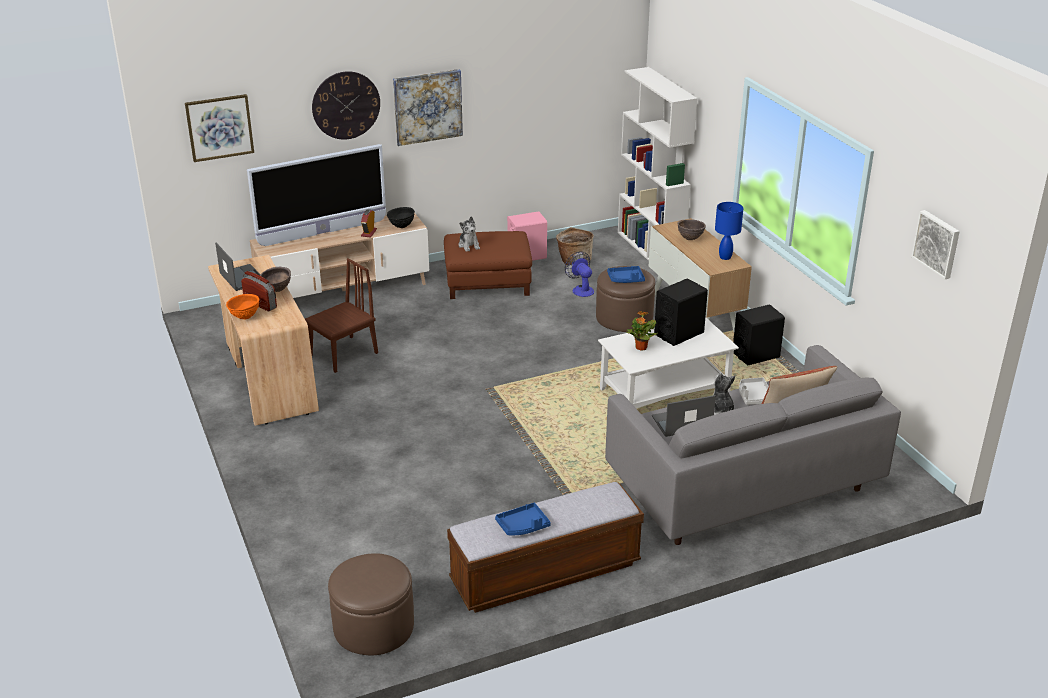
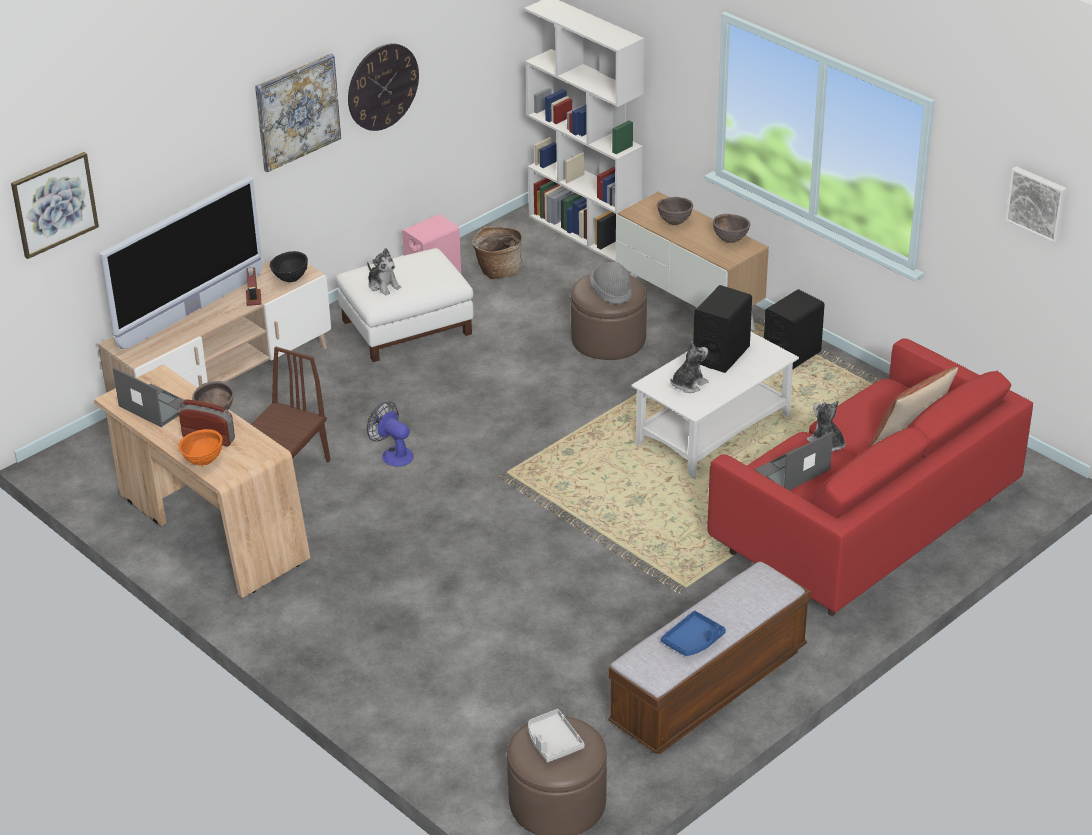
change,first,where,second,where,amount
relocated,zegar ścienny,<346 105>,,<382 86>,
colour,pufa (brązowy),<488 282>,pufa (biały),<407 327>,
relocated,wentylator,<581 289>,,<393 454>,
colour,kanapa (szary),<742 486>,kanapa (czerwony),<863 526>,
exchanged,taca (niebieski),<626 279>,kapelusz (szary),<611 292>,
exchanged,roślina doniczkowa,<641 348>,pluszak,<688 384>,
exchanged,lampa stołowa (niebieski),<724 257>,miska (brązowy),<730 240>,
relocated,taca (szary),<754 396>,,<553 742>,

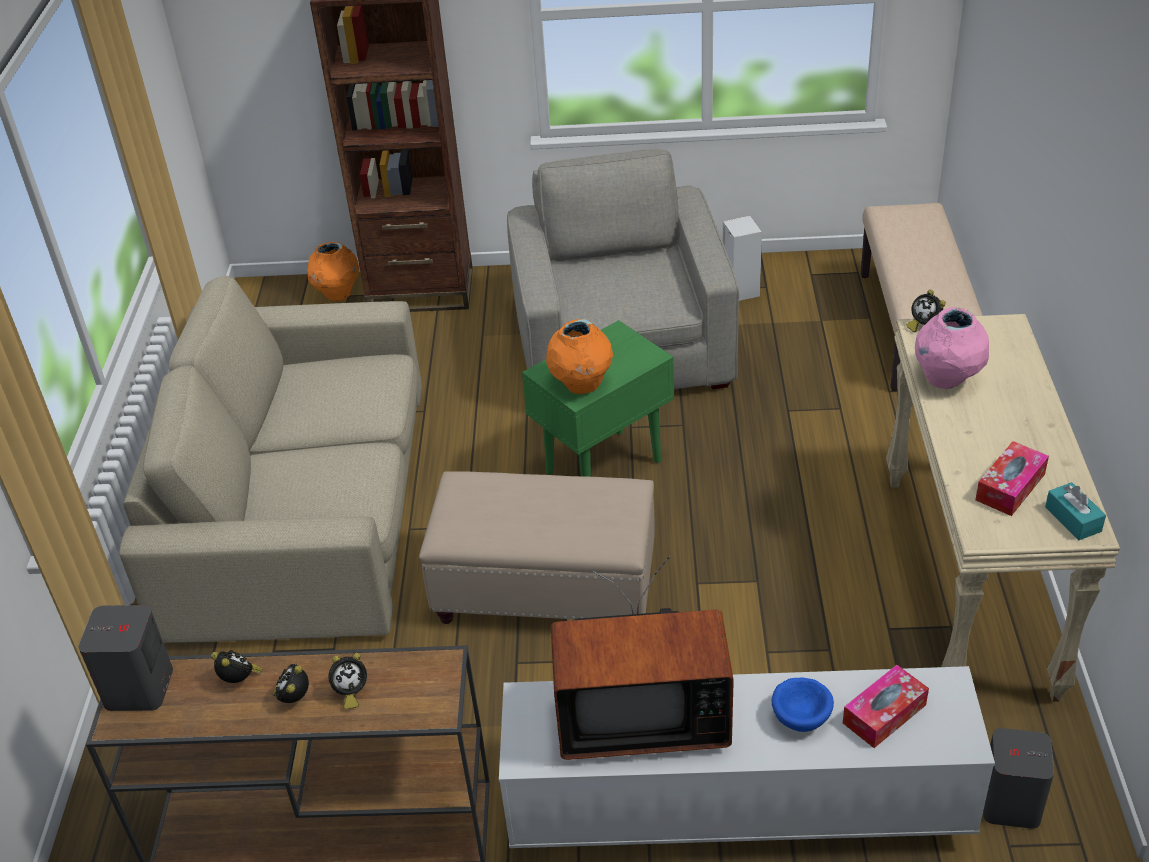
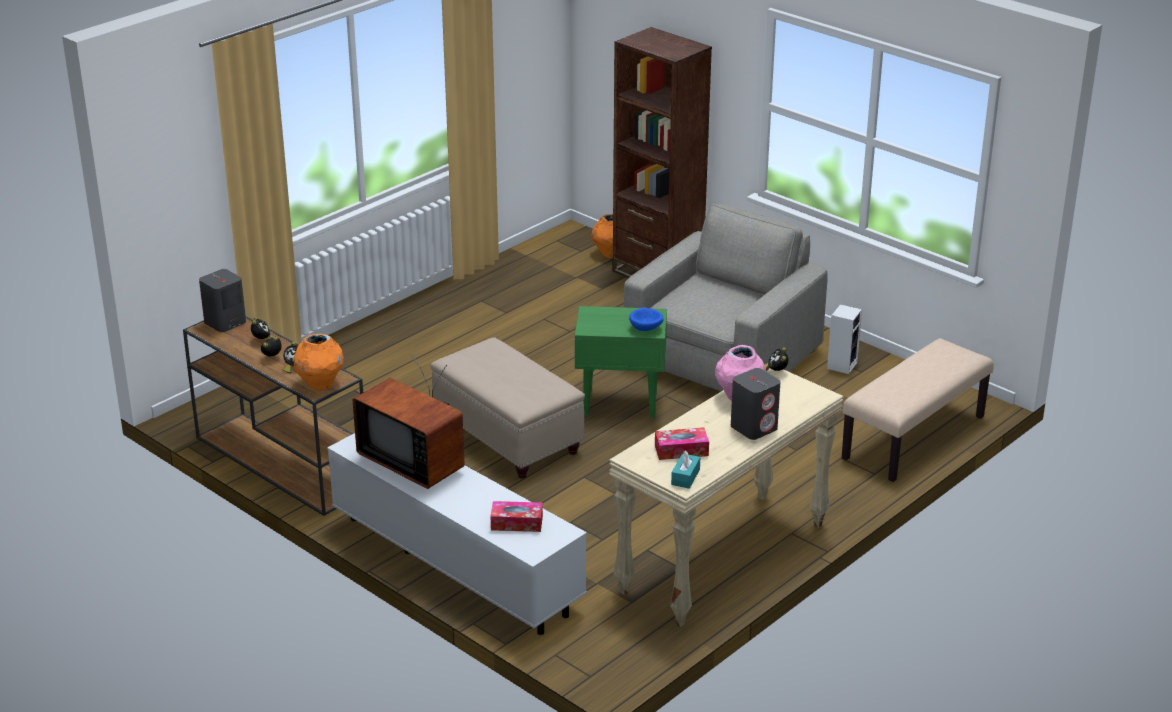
change,first,where,second,where,amount
missing,kanapa (beżowy),<304 509>,,,
relocated,wazon (pomarańczowy),<581 385>,,<320 384>,
relocated,miska (niebieski),<802 716>,,<646 329>,
relocated,głośnik (szary),<1010 803>,,<754 427>,

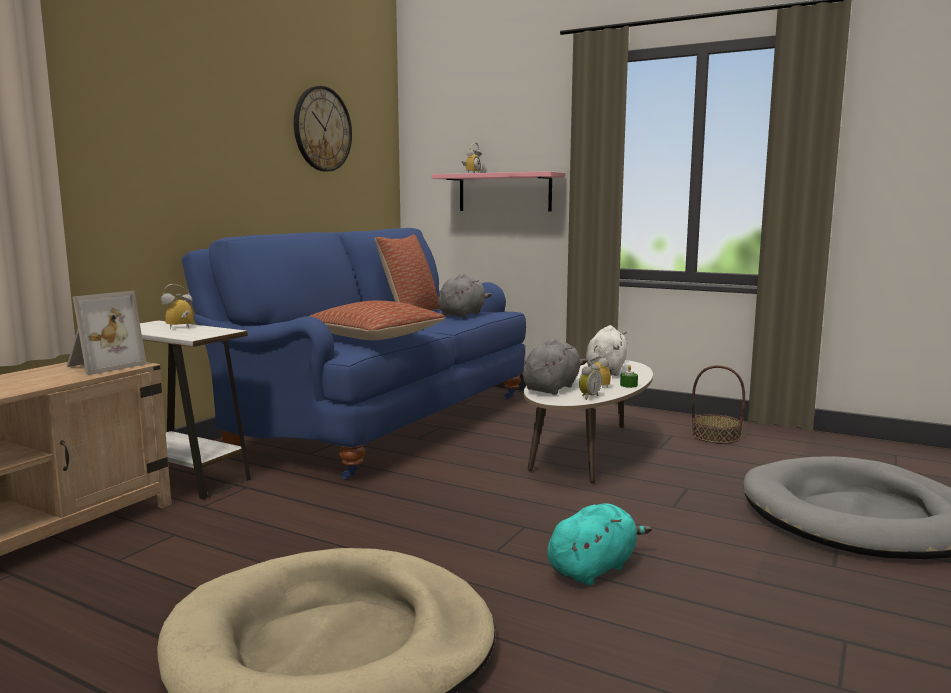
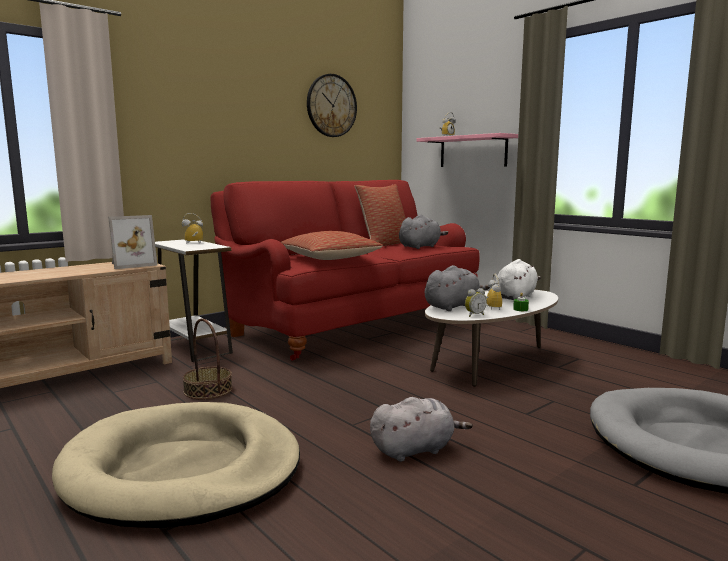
change,first,where,second,where,amount
colour,kanapa (niebieski),<378 421>,kanapa (czerwony),<351 324>,
colour,pluszak (turkusowy),<594 568>,pluszak (szary),<415 449>,
relocated,koszyk,<715 436>,,<208 390>,

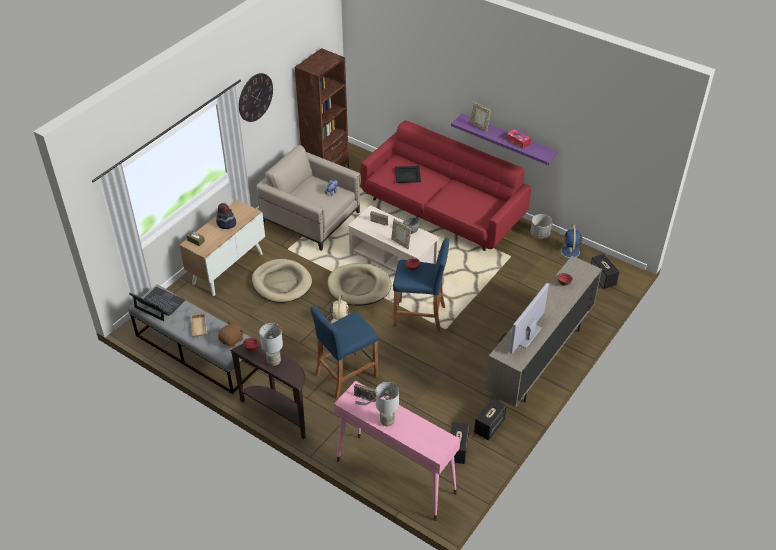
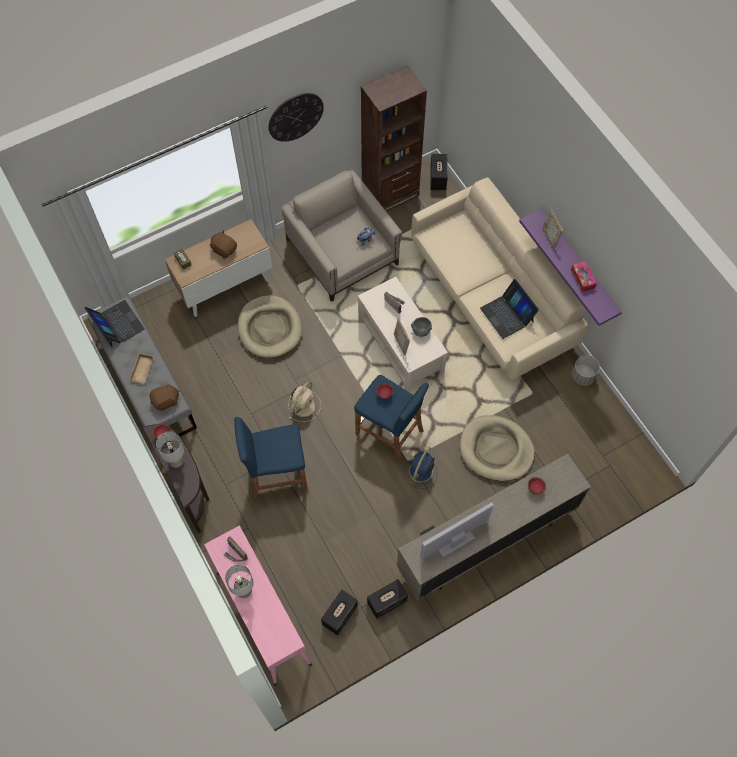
change,first,where,second,where,amount
exchanged,kapelusz,<226 224>,pluszak (brązowy),<224 249>,
relocated,legowisko (beżowy),<359 287>,,<496 450>,
colour,kanapa (czerwony),<442 210>,kanapa (beżowy),<490 298>,
missing,taca (czarny),<408 174>,,,
relocated,wentylator (niebieski),<570 252>,,<420 472>,
relocated,głośnik,<602 279>,,<438 179>,
appeared,,,laptop,<507 314>,

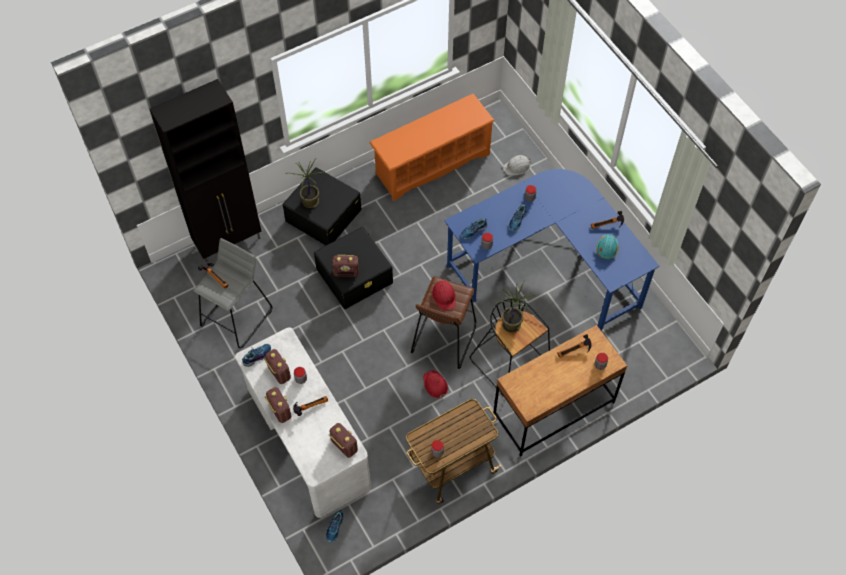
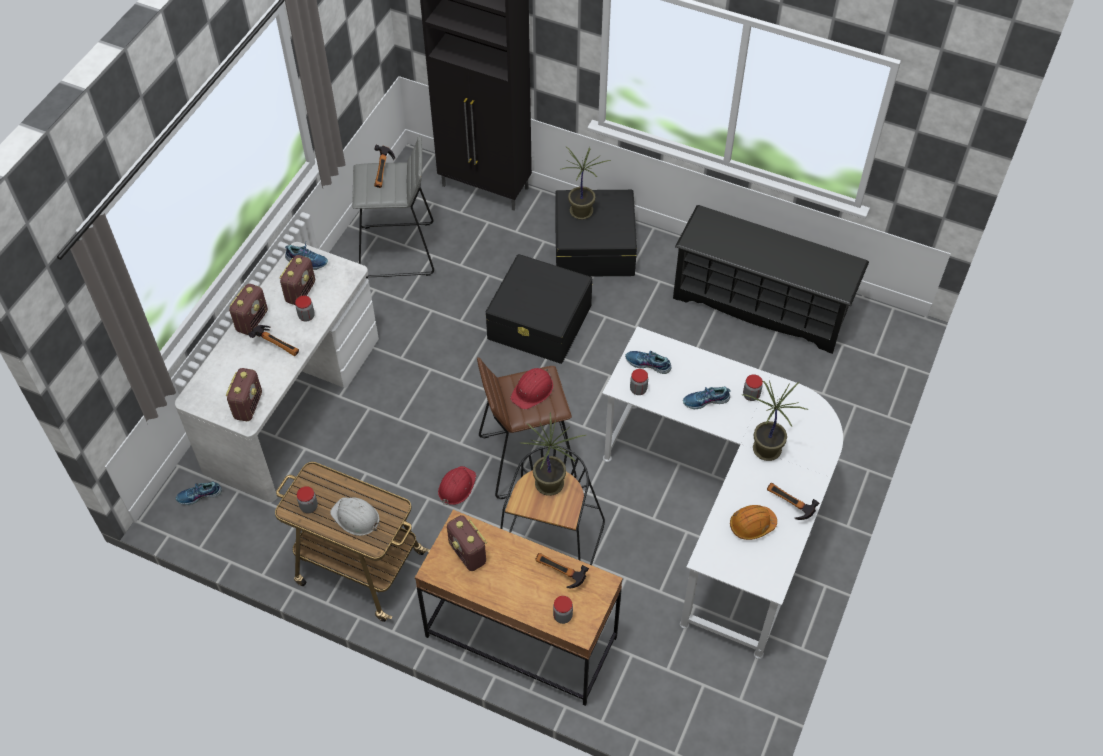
change,first,where,second,where,amount
relocated,radio,<346 272>,,<468 553>,
colour,regał na buty (pomarańczowy),<432 164>,regał na buty (czarny),<761 305>,
colour,biurko (niebieski),<547 267>,biurko (biały),<724 511>,
relocated,kask (biały),<517 167>,,<356 517>,
colour,kask (turkusowy),<607 249>,kask (pomarańczowy),<752 525>,
appeared,,,roślina doniczkowa,<765 449>,

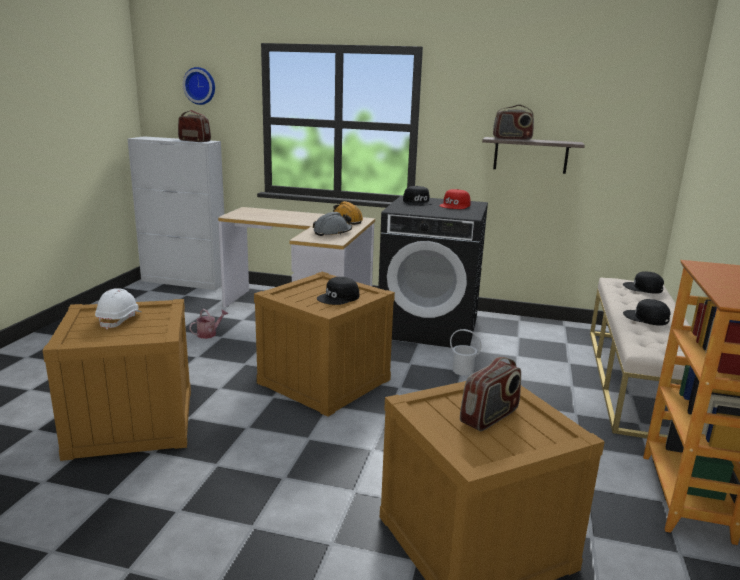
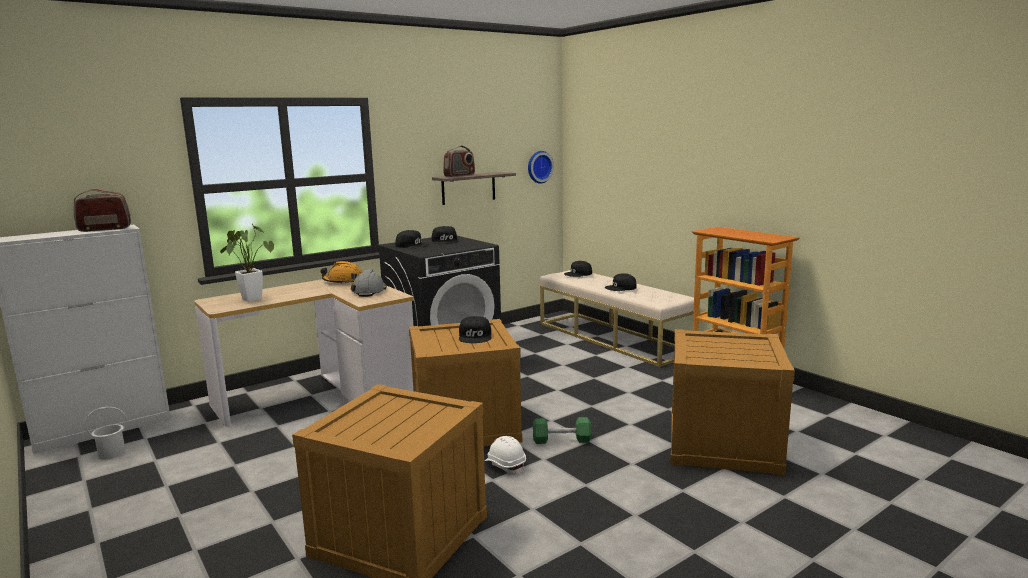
change,first,where,second,where,amount
relocated,kask (biały),<120 320>,,<505 465>,
relocated,zegar ścienny,<200 86>,,<538 167>,
missing,konewka,<209 334>,,,
colour,czapka z daszkiem (czerwony),<455 205>,czapka z daszkiem (czarny),<446 241>,
relocated,wiadro (biały),<463 370>,,<111 453>,
missing,radio,<490 417>,,,
appeared,,,roślina doniczkowa,<250 298>,
appeared,,,hantel (zielony),<561 440>,

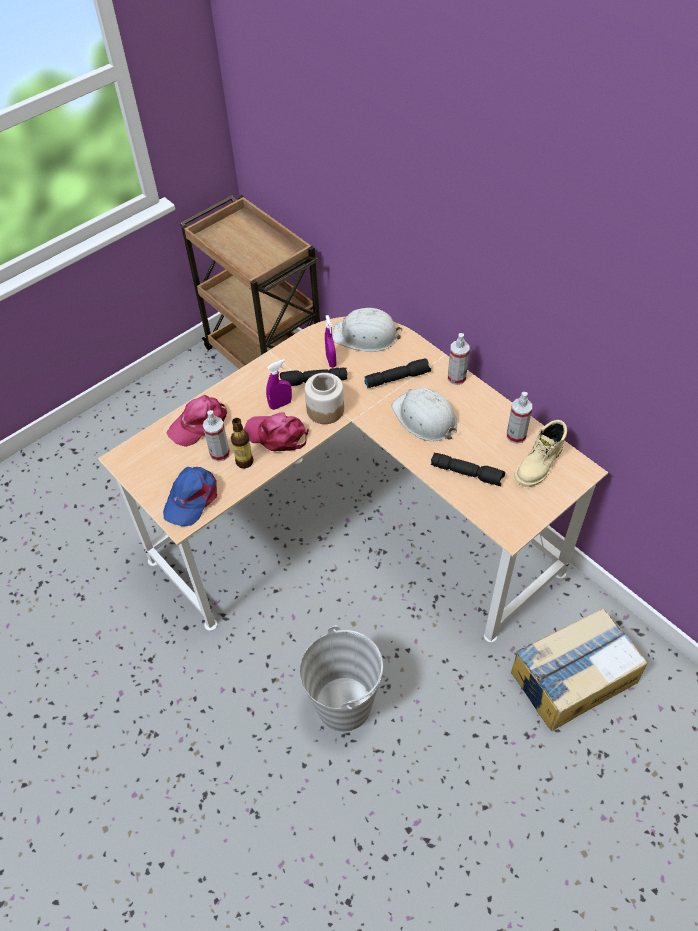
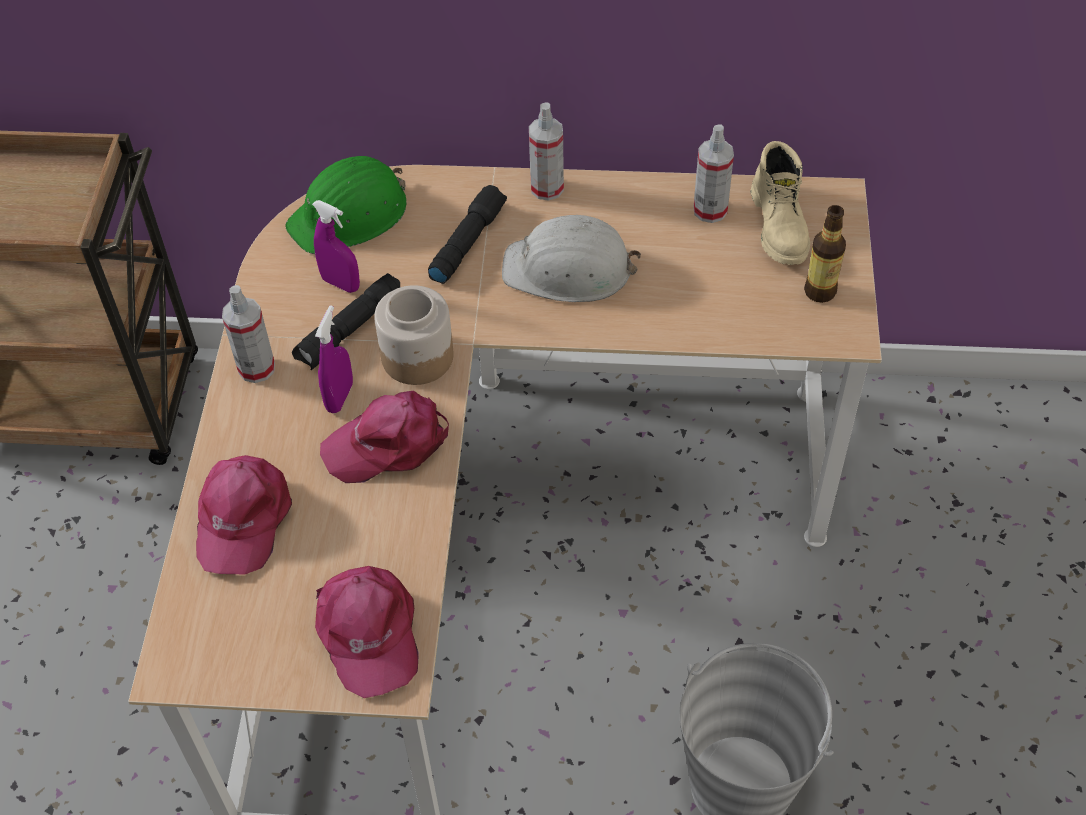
change,first,where,second,where,amount
colour,czapka z daszkiem (niebieski),<192 498>,czapka z daszkiem (różowy),<368 633>,
relocated,spryskiwacz,<220 453>,,<256 368>,
relocated,butelka,<244 462>,,<820 291>,
colour,kask (biały),<366 336>,kask (zielony),<350 215>,
missing,latarka (czarny),<467 473>,,,
missing,karton,<572 677>,,,

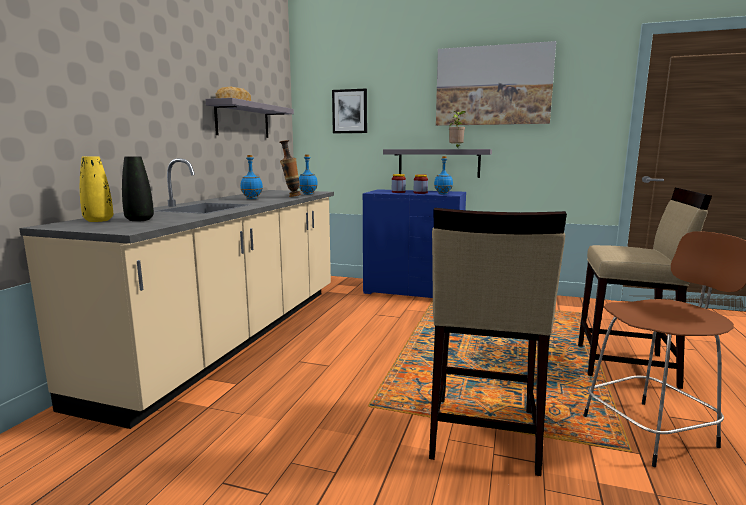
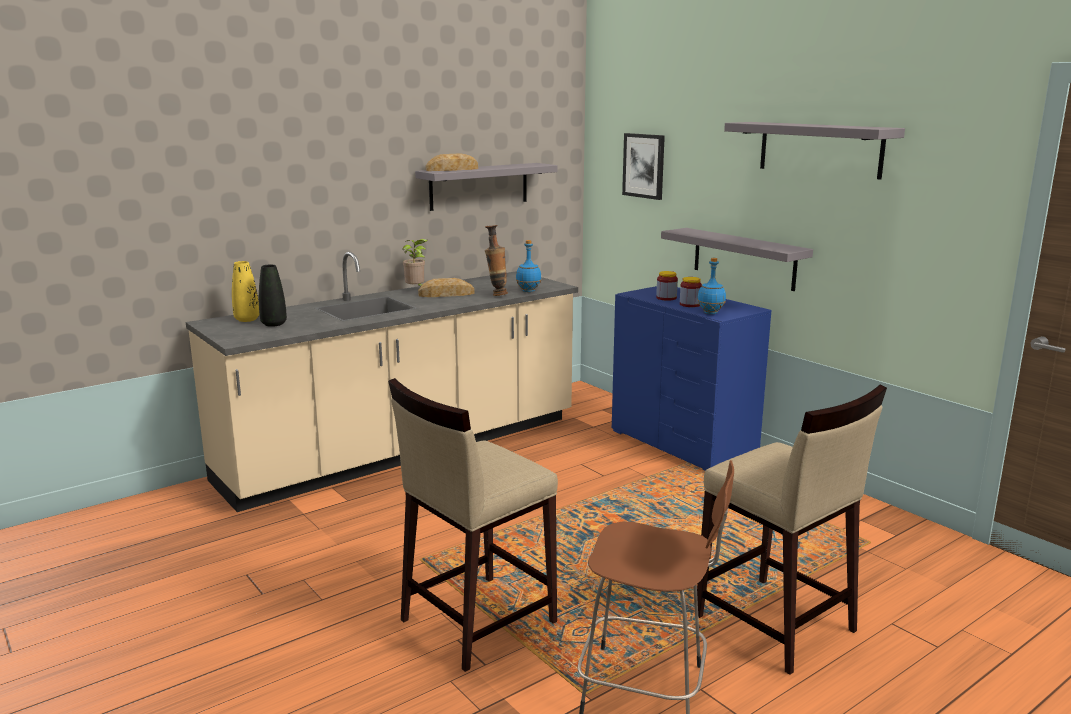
change,first,where,second,where,amount
exchanged,butelka (niebieski),<252 199>,chleb,<446 294>,
exchanged,obraz,<493 86>,półka (szary),<819 149>,
relocated,roślina doniczkowa,<456 148>,,<416 289>,

